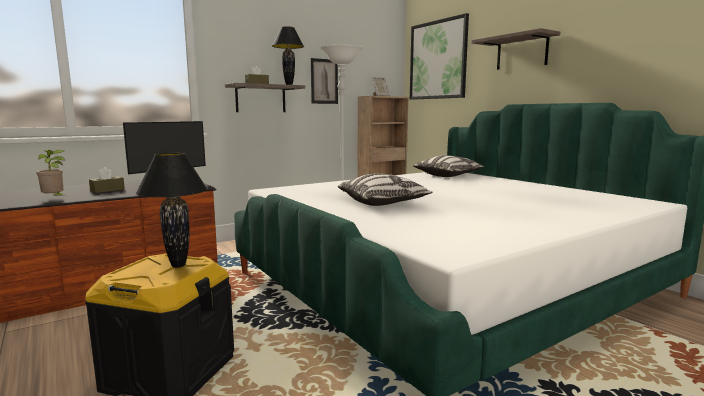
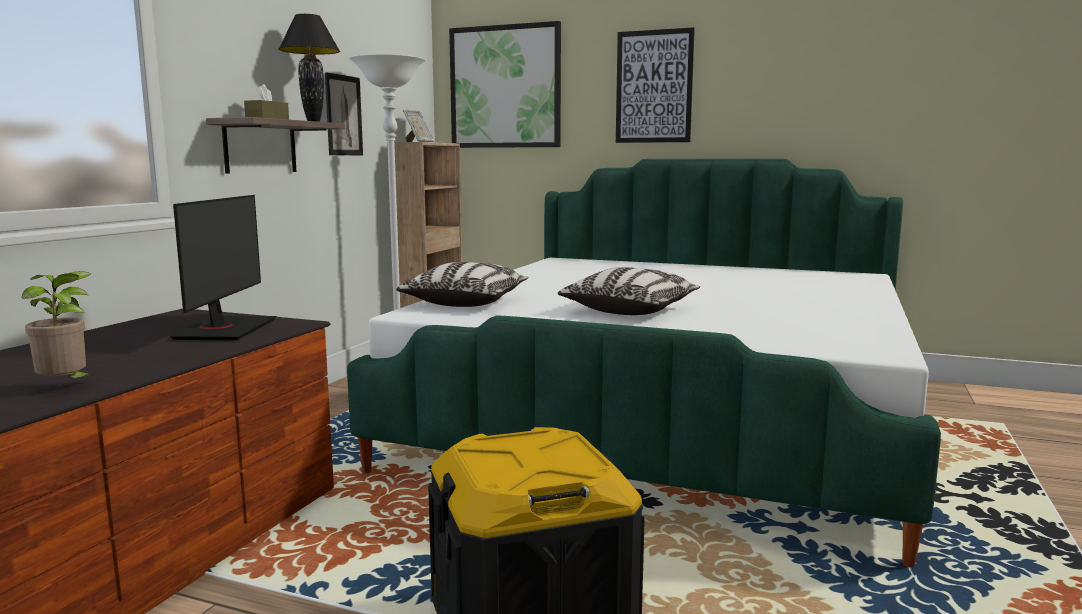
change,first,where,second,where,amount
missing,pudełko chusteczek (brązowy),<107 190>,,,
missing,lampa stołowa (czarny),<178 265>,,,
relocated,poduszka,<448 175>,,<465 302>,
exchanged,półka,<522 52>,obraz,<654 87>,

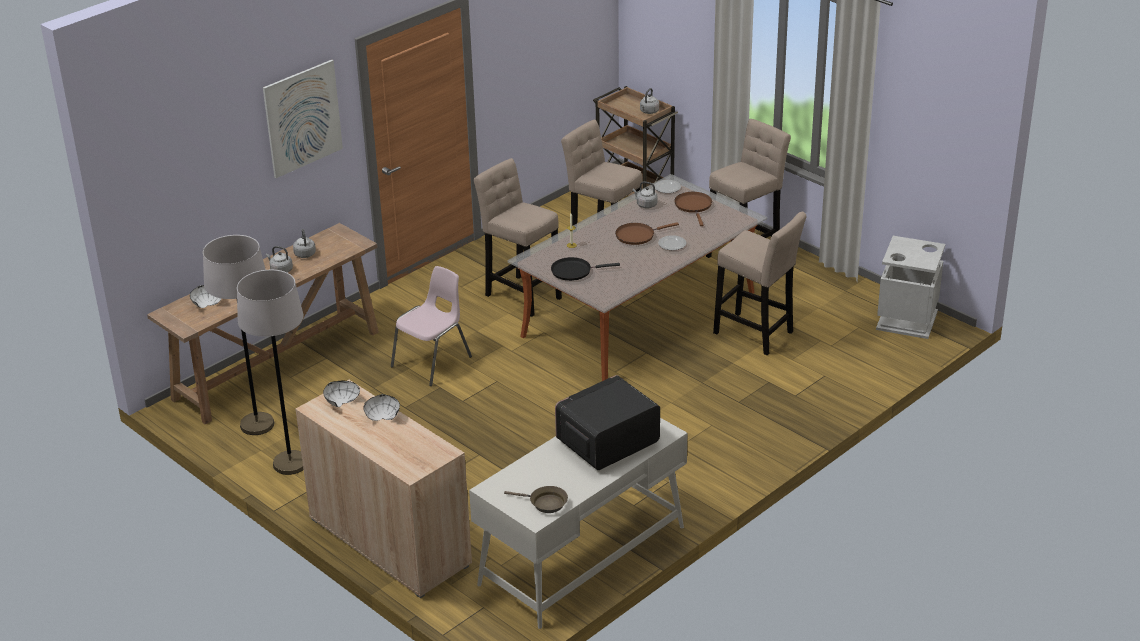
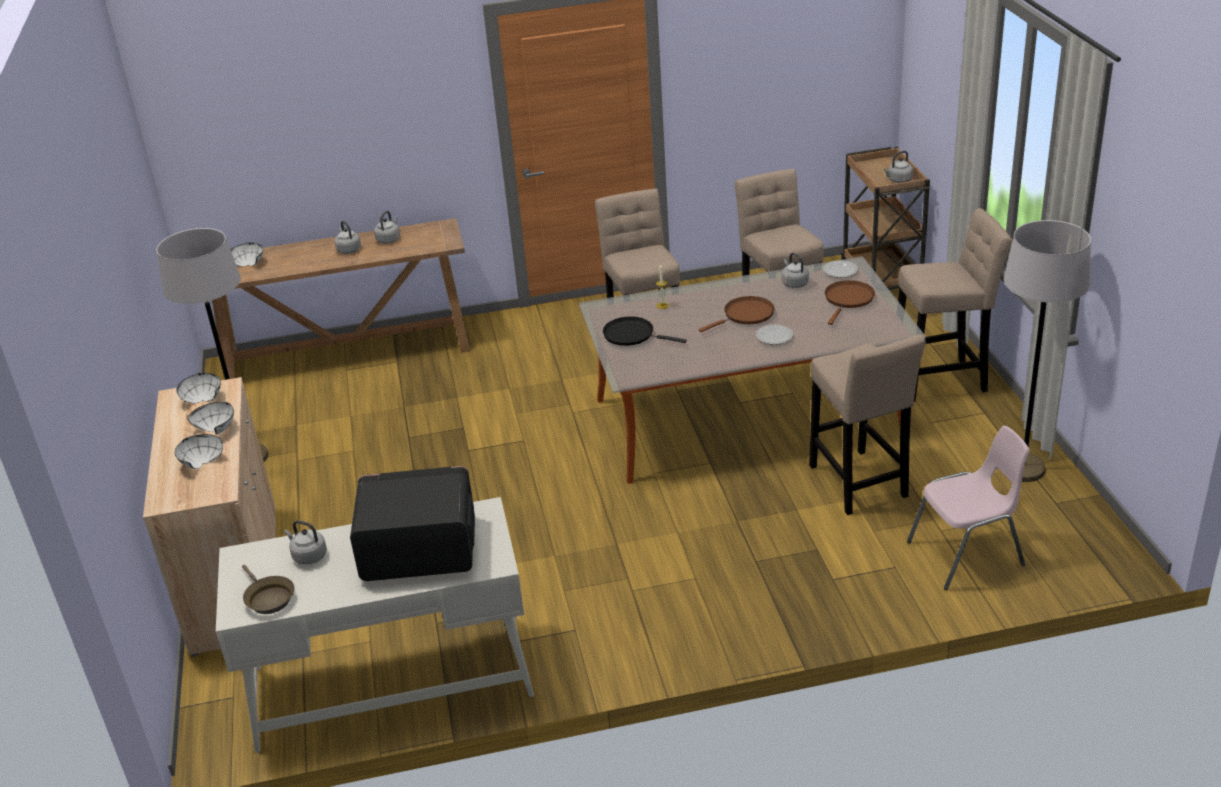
change,first,where,second,where,amount
relocated,lampa stojąca (szary),<257 425>,,<1023 468>,
missing,obraz,<303 118>,,,
relocated,krzesło (różowy),<433 362>,,<967 554>,
spun,patelnia (brązowy),<637 235>,,<746 315>,135 degrees clockwise
missing,kosz na śmieci (szary),<907 320>,,,
appeared,,,miska (biały),<199 462>,
appeared,,,czajnik (szary),<308 556>,

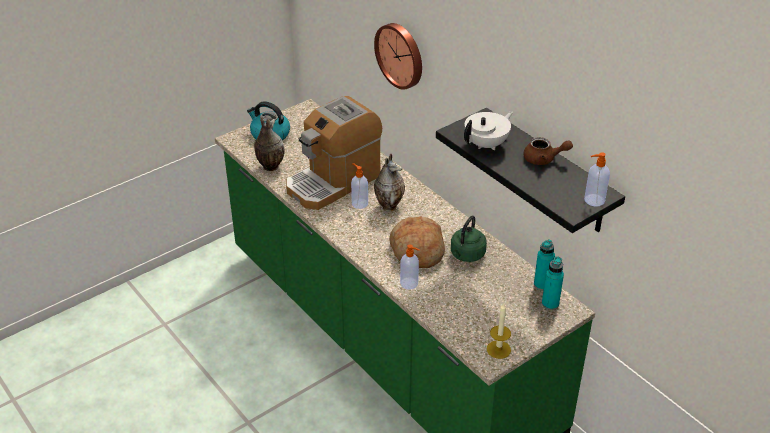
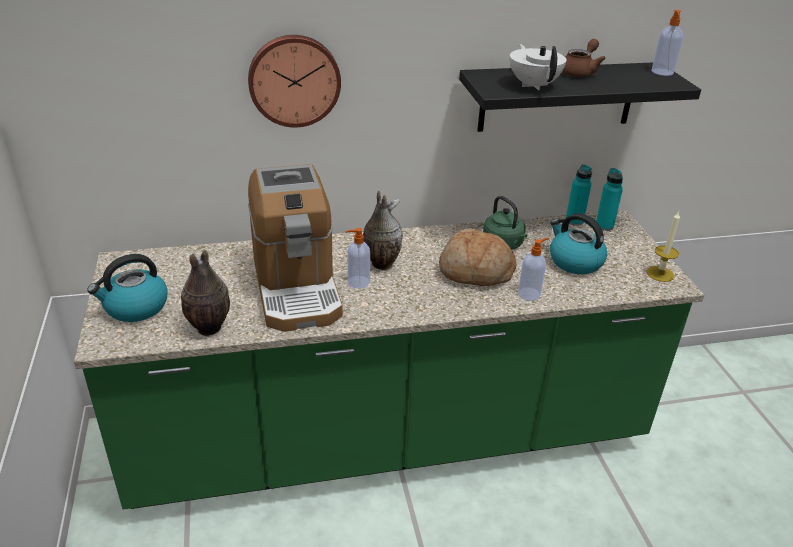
change,first,where,second,where,amount
appeared,,,czajnik,<574 261>,

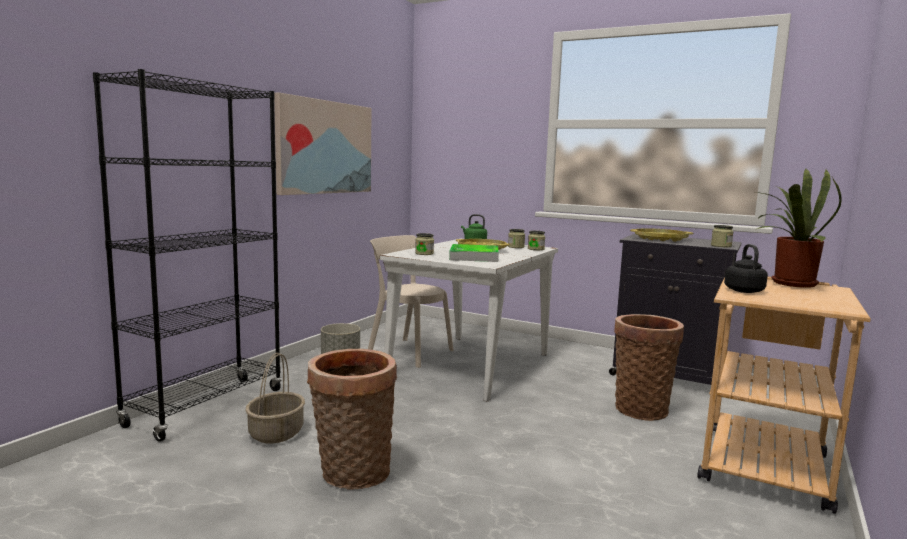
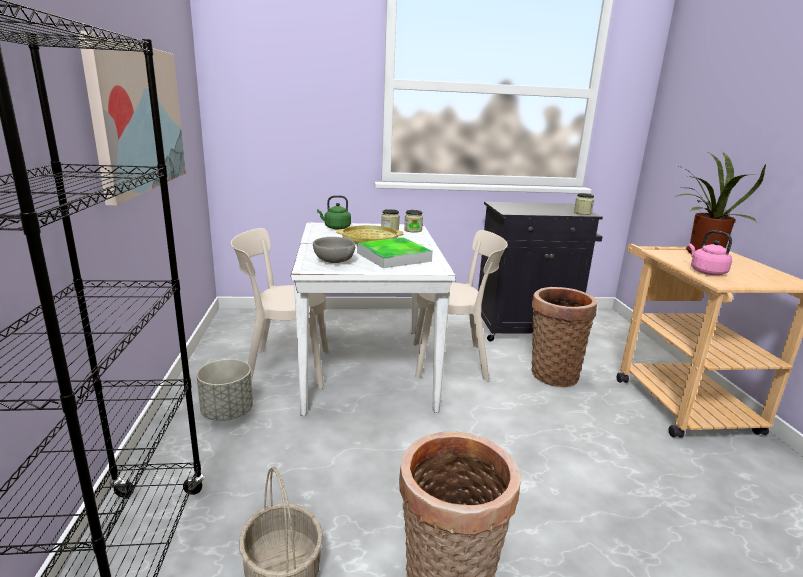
change,first,where,second,where,amount
exchanged,słoik,<424 253>,miska (szary),<334 261>,
missing,taca (żółty),<660 239>,,,
colour,czajnik (czarny),<743 290>,czajnik (różowy),<706 272>,
appeared,,,krzesło (beżowy),<453 361>,

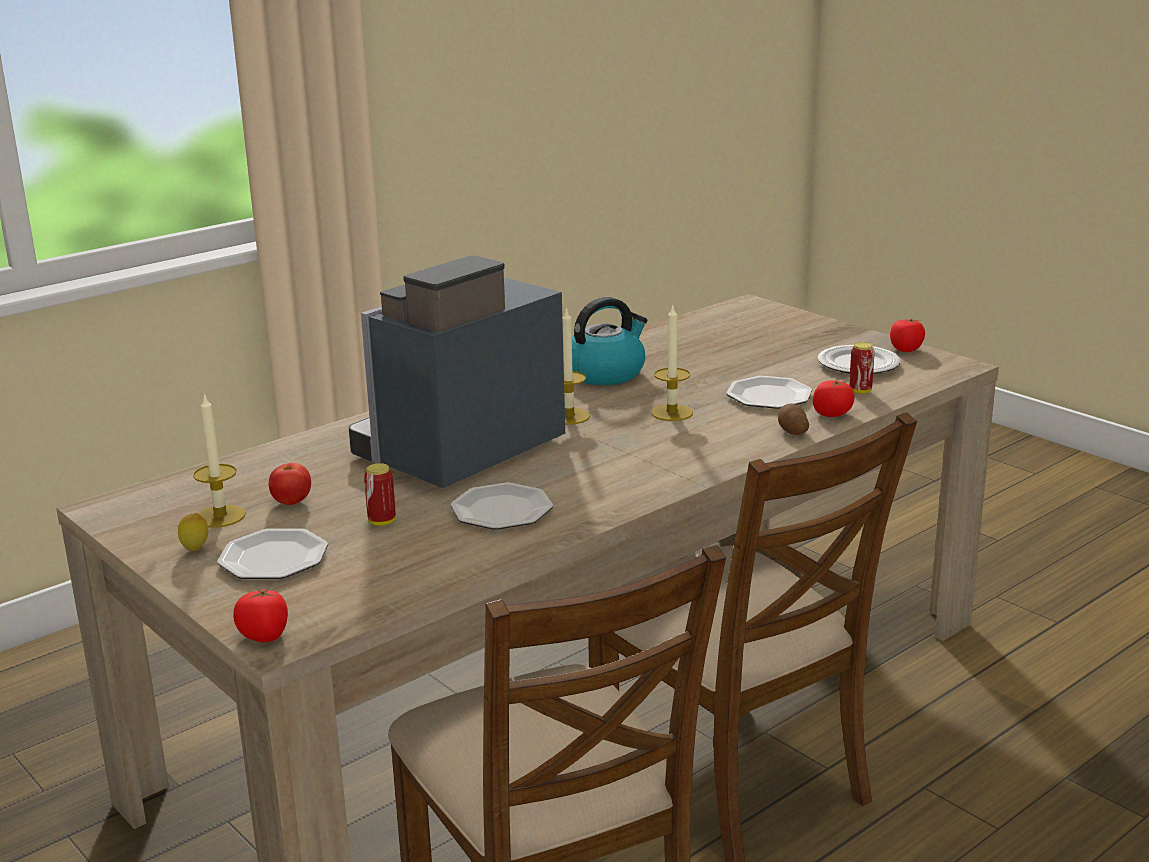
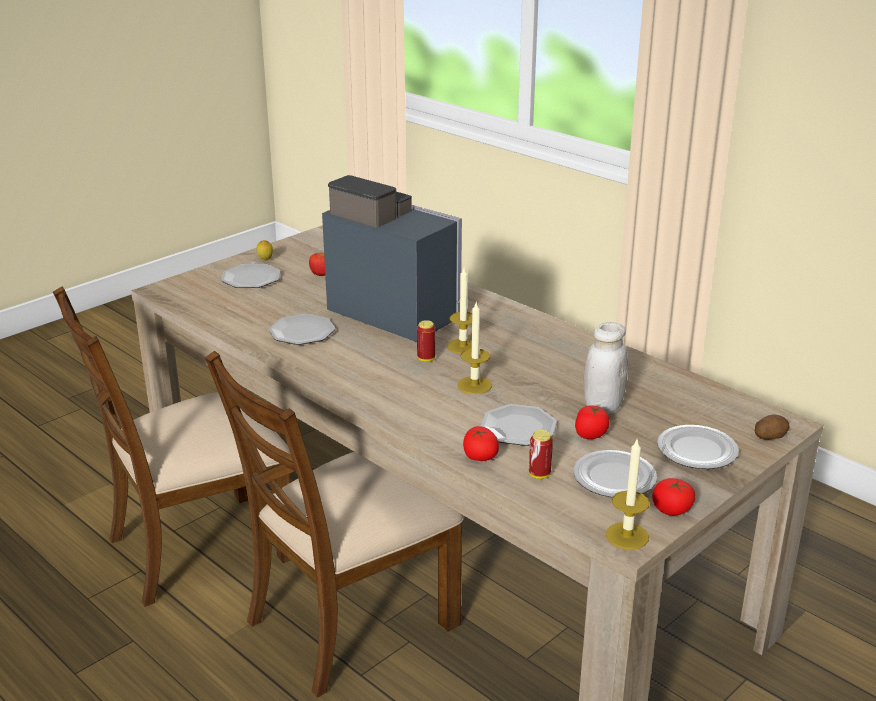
change,first,where,second,where,amount
relocated,świeca,<220 516>,,<627 536>,
relocated,pomidor,<264 635>,,<590 434>,
relocated,puszka,<382 522>,,<426 359>,
missing,czajnik,<605 373>,,,
relocated,ziemniak,<792 431>,,<769 436>,
appeared,,,słoik (biały),<602 407>,
appeared,,,talerz,<696 451>,

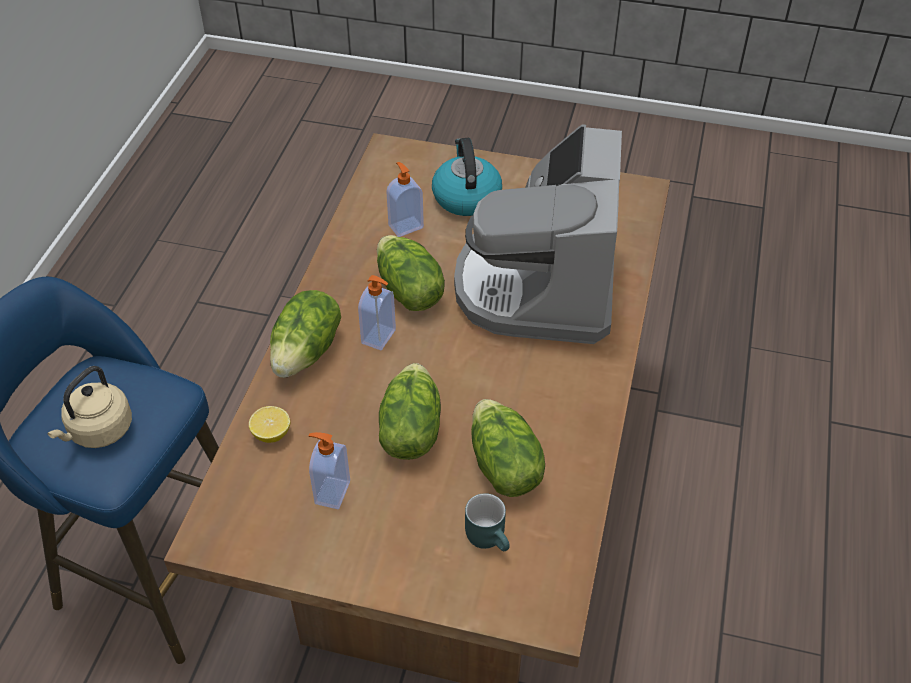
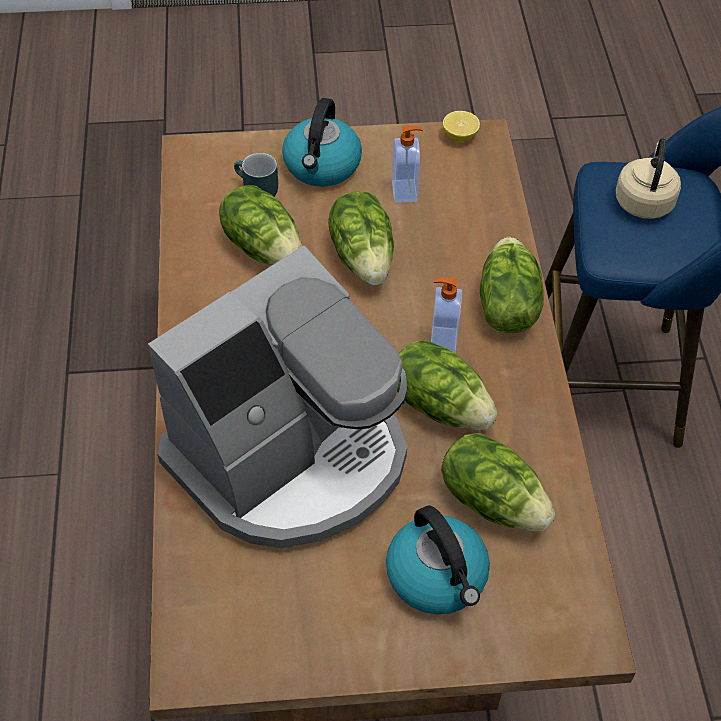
change,first,where,second,where,amount
relocated,cytryna,<271 434>,,<460 136>,
exchanged,dozownik mydła,<405 226>,sałata,<493 500>,
spun,ekspres do kawy,<539 285>,,<291 457>,60 degrees clockwise
appeared,,,czajnik,<322 166>,

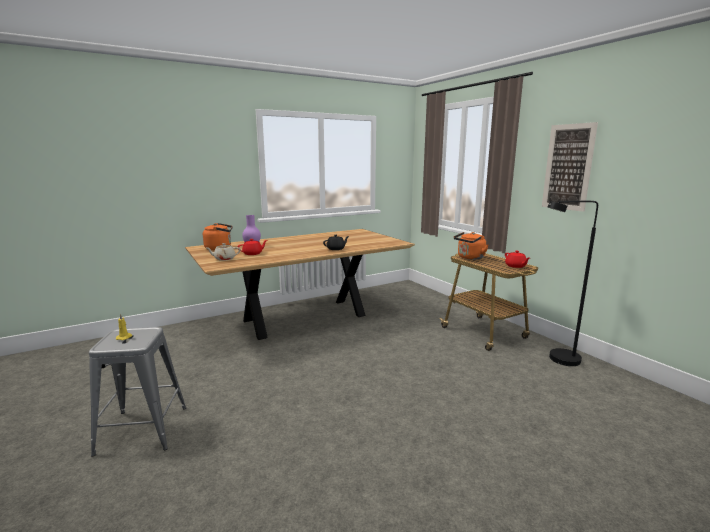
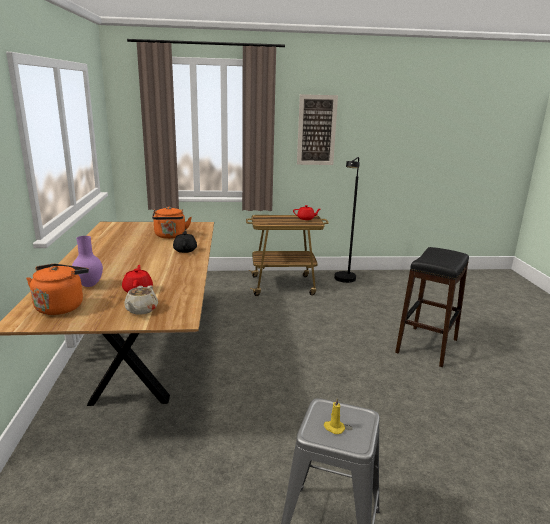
change,first,where,second,where,amount
relocated,czajnik (pomarańczowy),<470 258>,,<170 236>,
appeared,,,stołek (czarny),<427 345>,

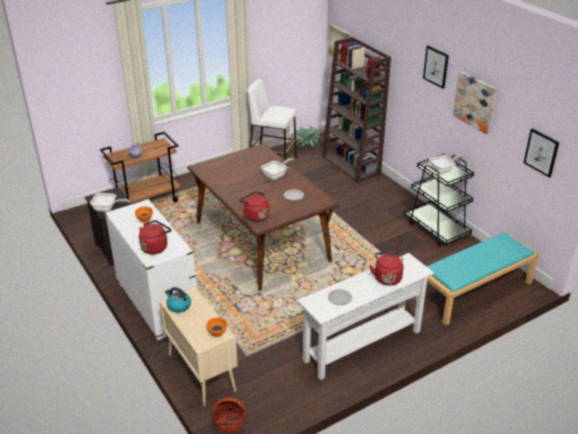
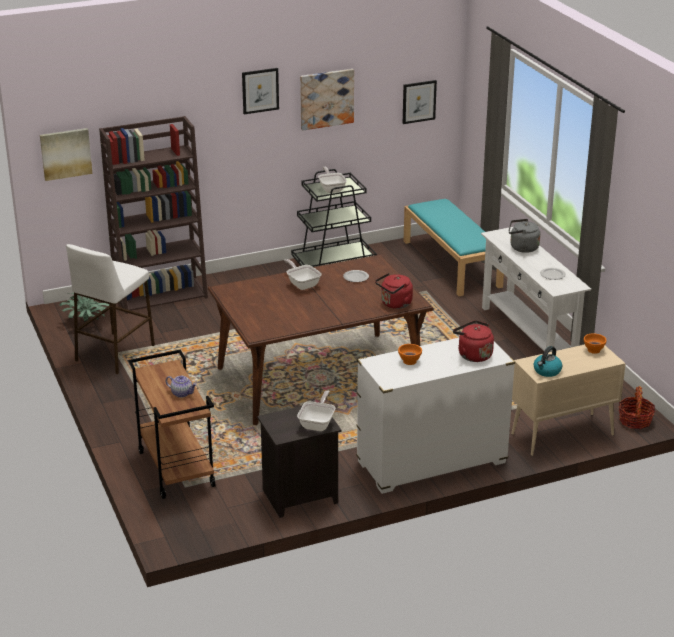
change,first,where,second,where,amount
colour,czajnik (czerwony),<387 277>,czajnik (szary),<522 248>,

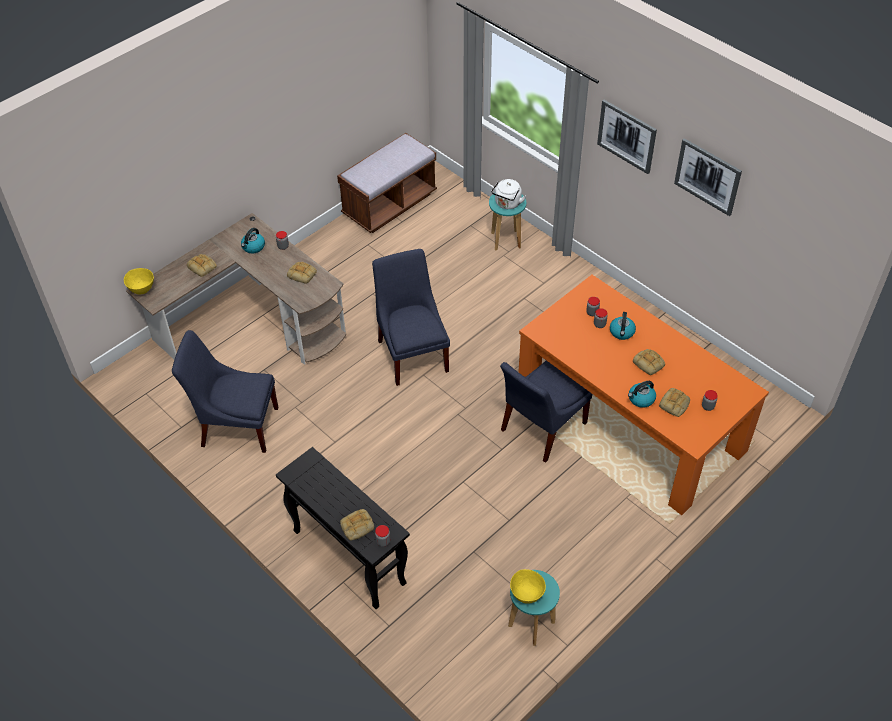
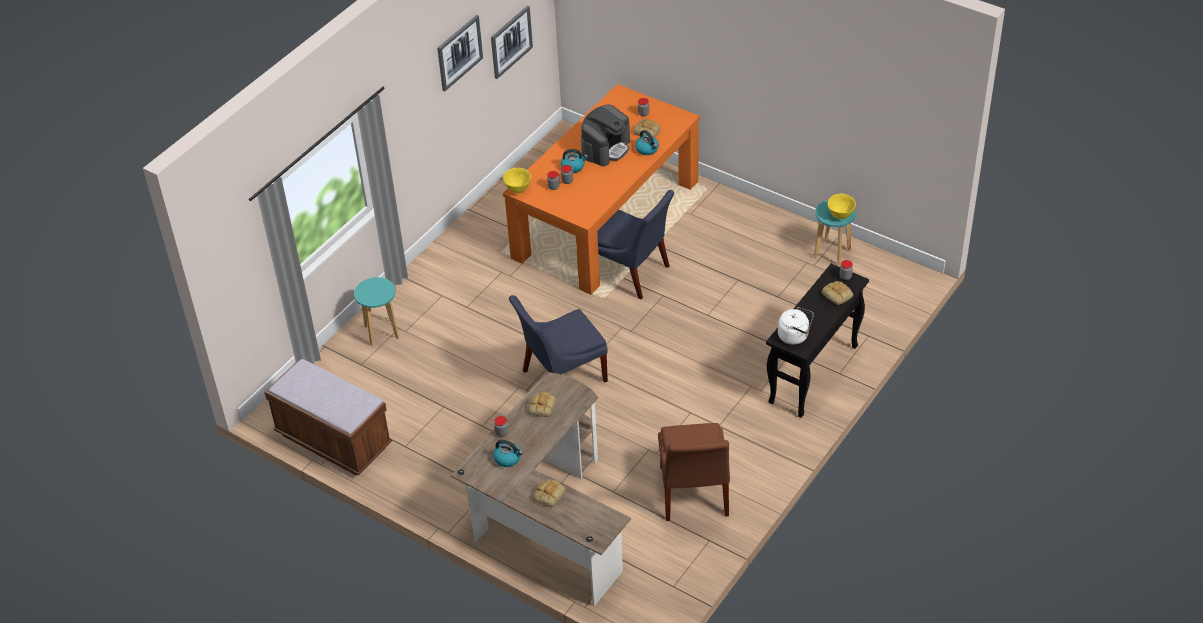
change,first,where,second,where,amount
relocated,miska (żółty),<141 290>,,<518 189>,
colour,krzesło (niebieski),<236 425>,krzesło (brązowy),<693 494>,
relocated,czajnik (biały),<507 204>,,<795 336>,
relocated,obraz,<627 136>,,<511 41>,
exchanged,chleb,<649 363>,ekspres do kawy,<606 148>,

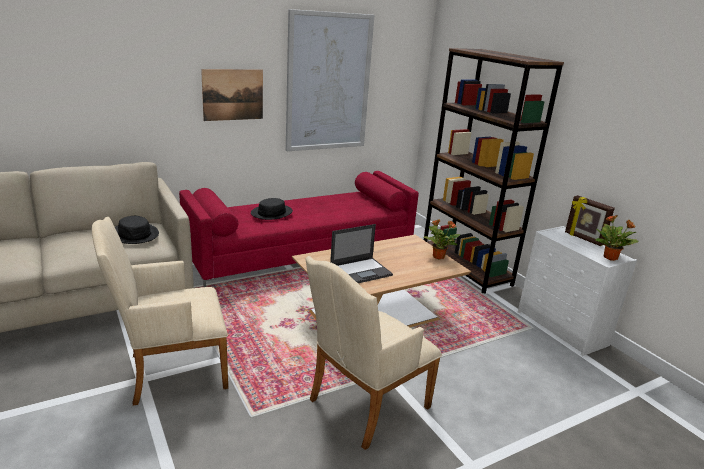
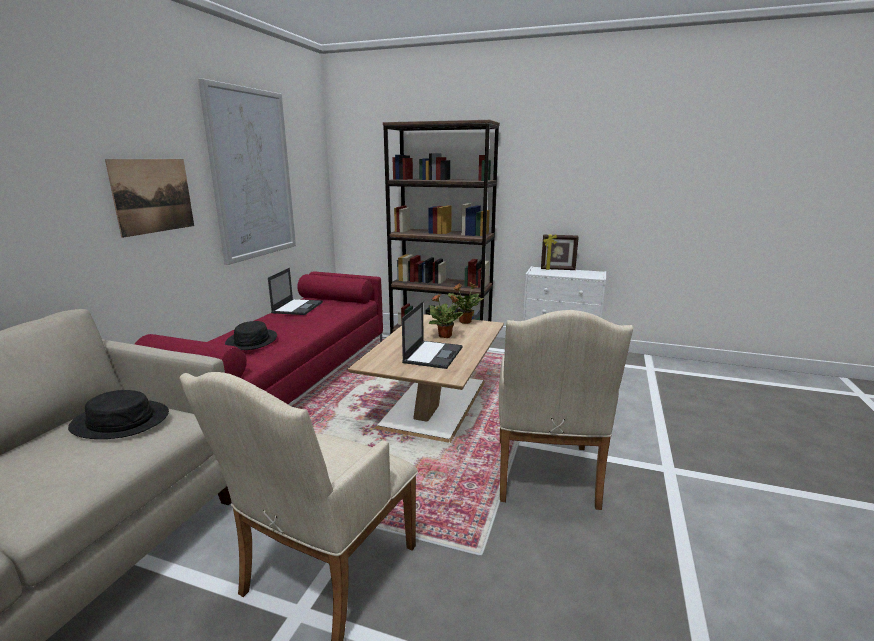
change,first,where,second,where,amount
relocated,roślina doniczkowa,<610 258>,,<445 336>,
appeared,,,laptop,<297 307>,

